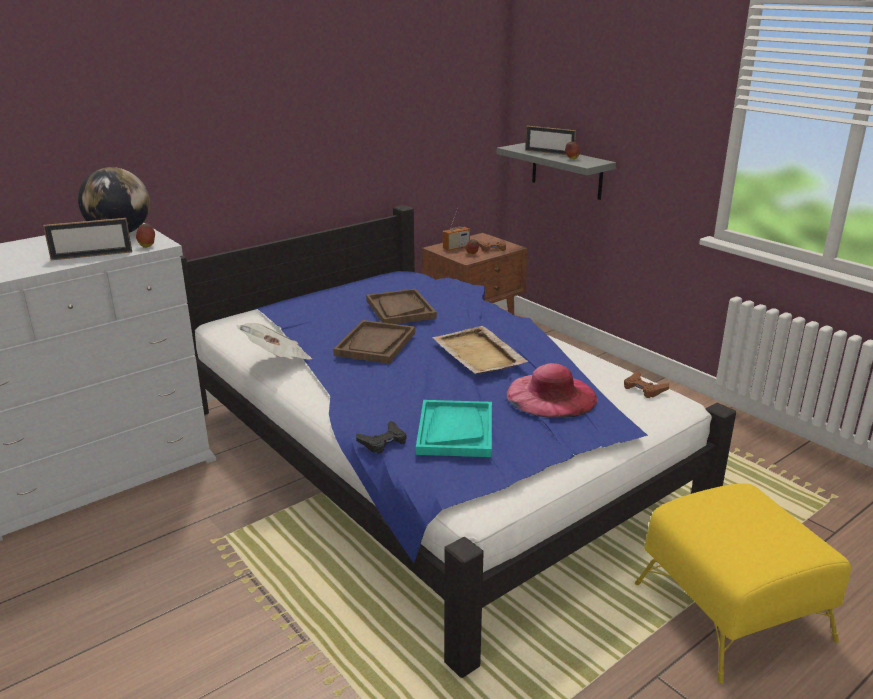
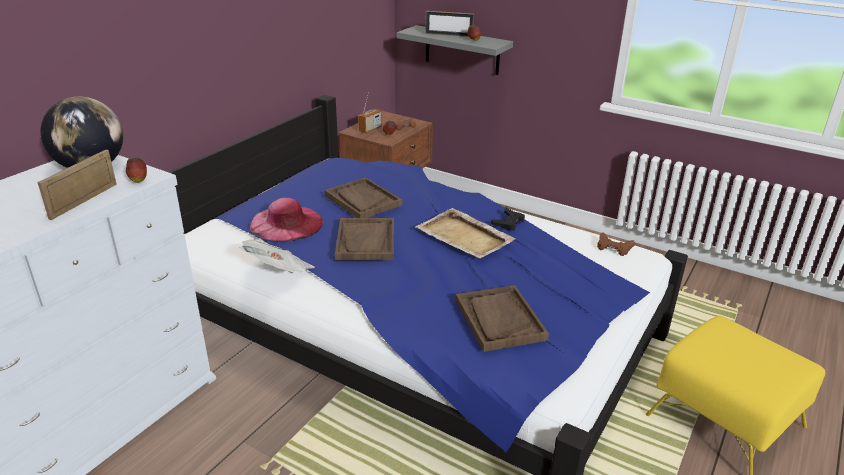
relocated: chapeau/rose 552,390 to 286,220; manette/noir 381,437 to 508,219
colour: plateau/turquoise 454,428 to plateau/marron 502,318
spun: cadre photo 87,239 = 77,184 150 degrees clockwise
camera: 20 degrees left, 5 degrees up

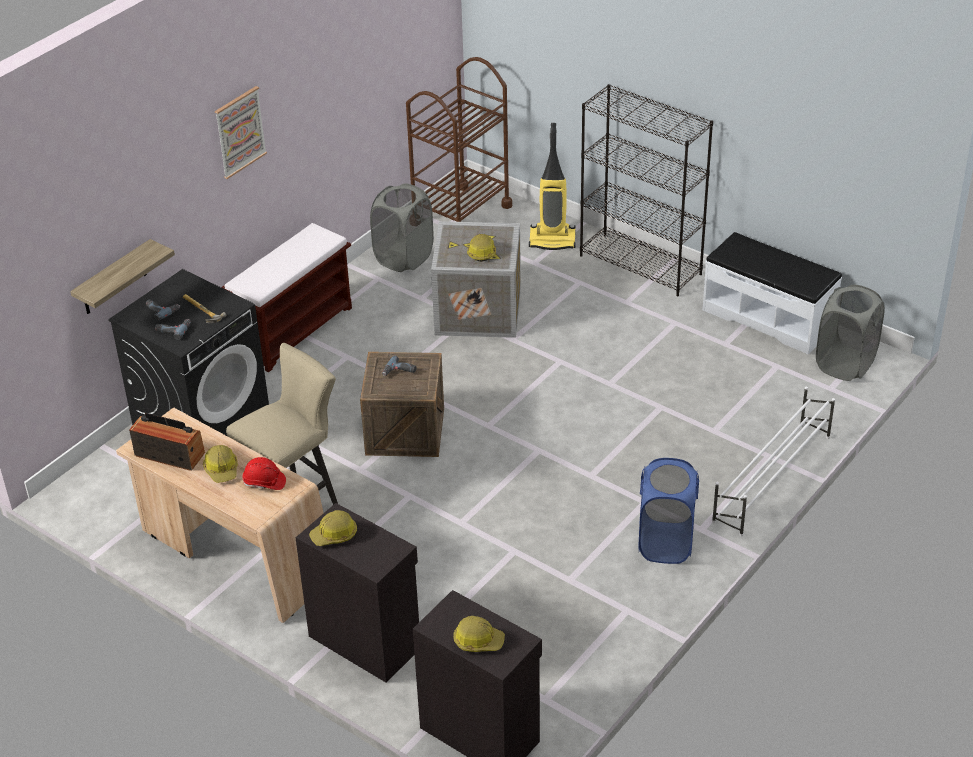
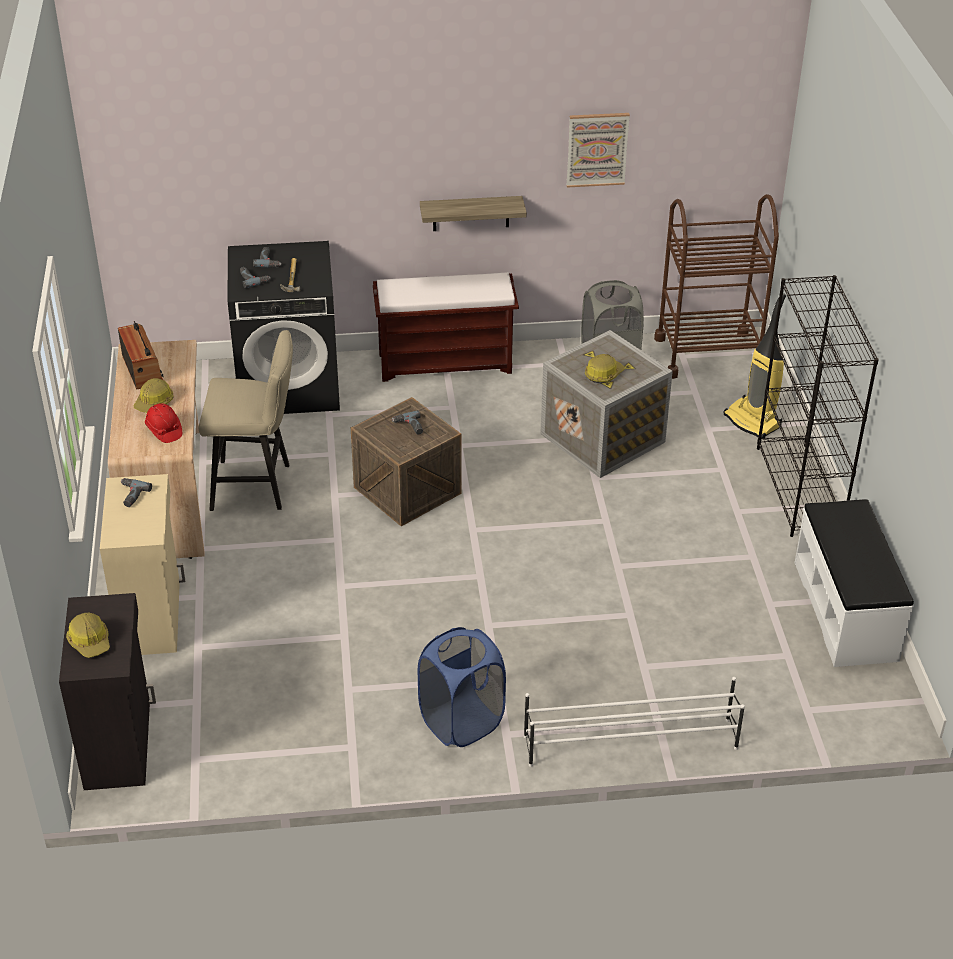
missing: panier à linge/gris 850,333
relocated: tableau 241,132 to 598,150; étagère 122,276 to 473,213
exchanged: casque de chantier 333,528 to perceuse 136,492
colour: meuble de rangement/noir 357,593 to meuble de rangement/beige 142,564
camera: 45 degrees right, 0 degrees up

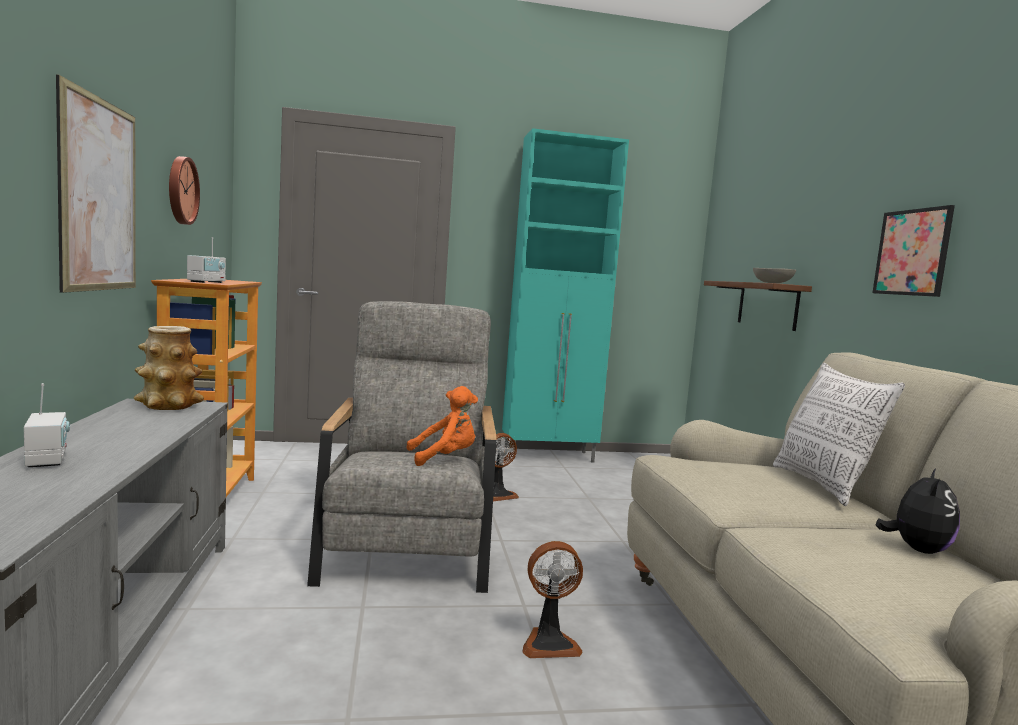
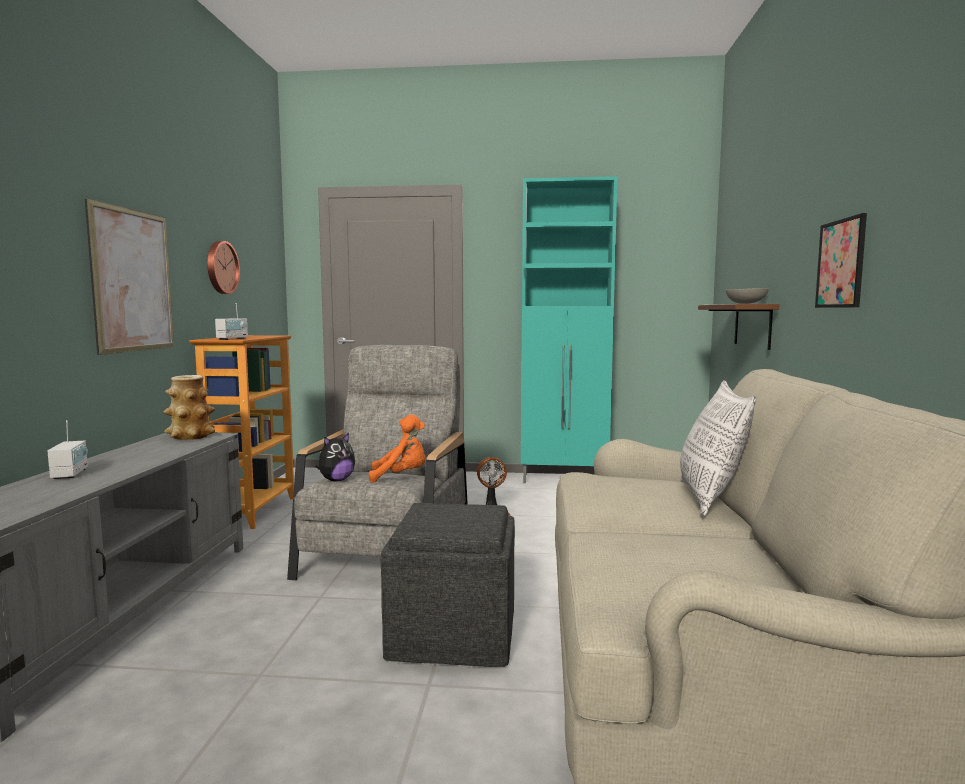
relocated: peluche 918,511 to 335,457
exchanged: ventilateur 552,599 to pouf/gris 448,585
camera: 15 degrees right, 0 degrees up

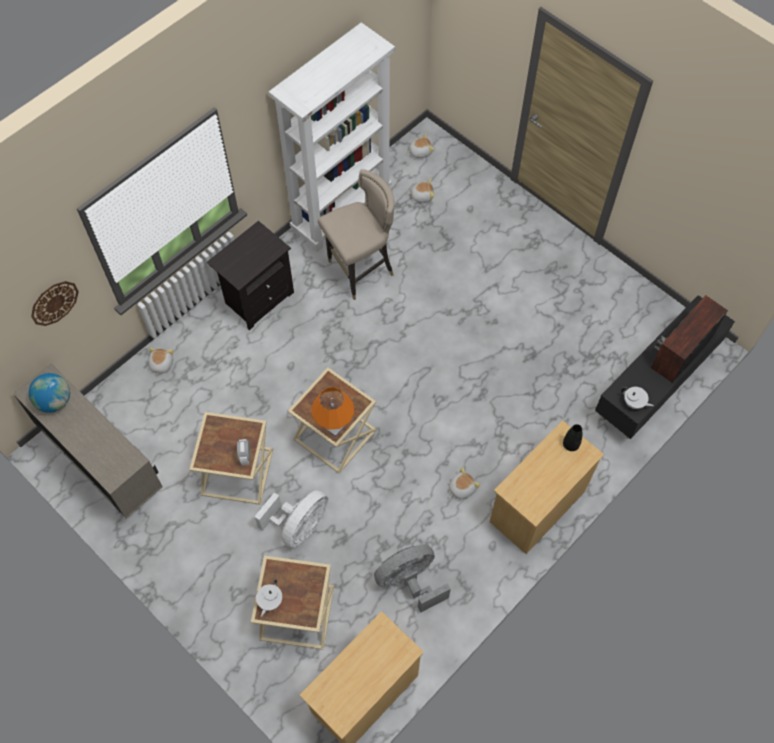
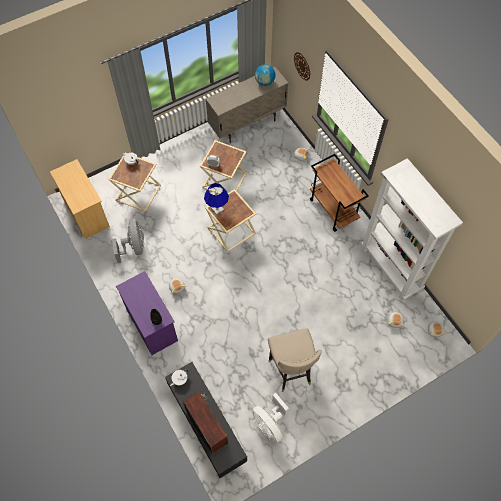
relocated: tabouret/beige 356,234 to 295,360; ventilateur/blanc 291,519 to 270,418
exchanged: table de chevet/noir 250,275 to chariot/marron 339,193
colour: lampe de table/orange 333,412 to lampe de table/bleu 216,199; commode/beige 547,487 to commode/violet 147,313
camera: 105 degrees right, 0 degrees up

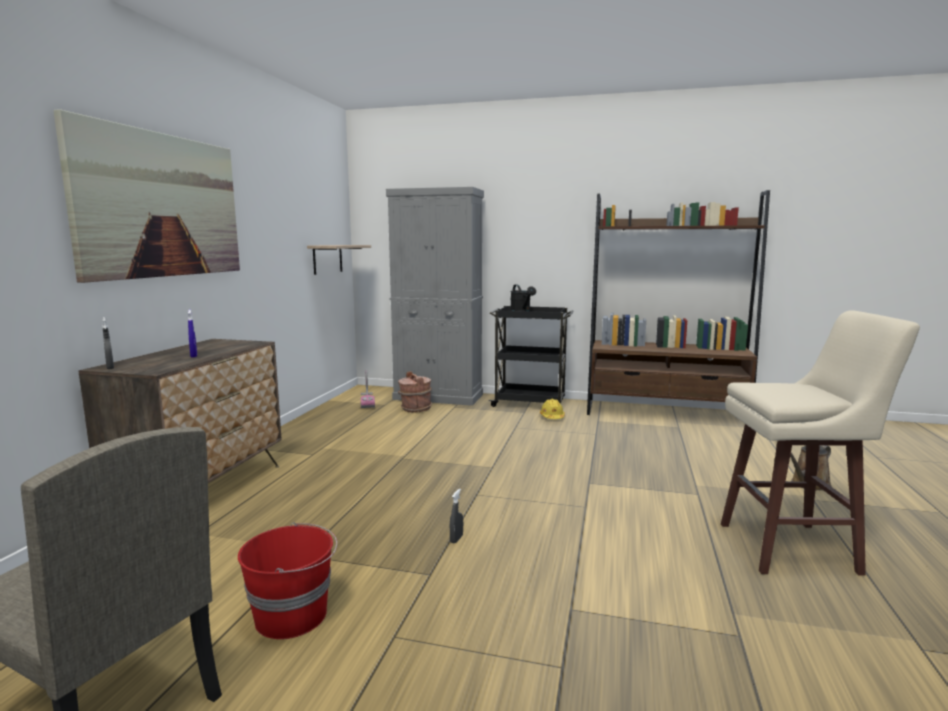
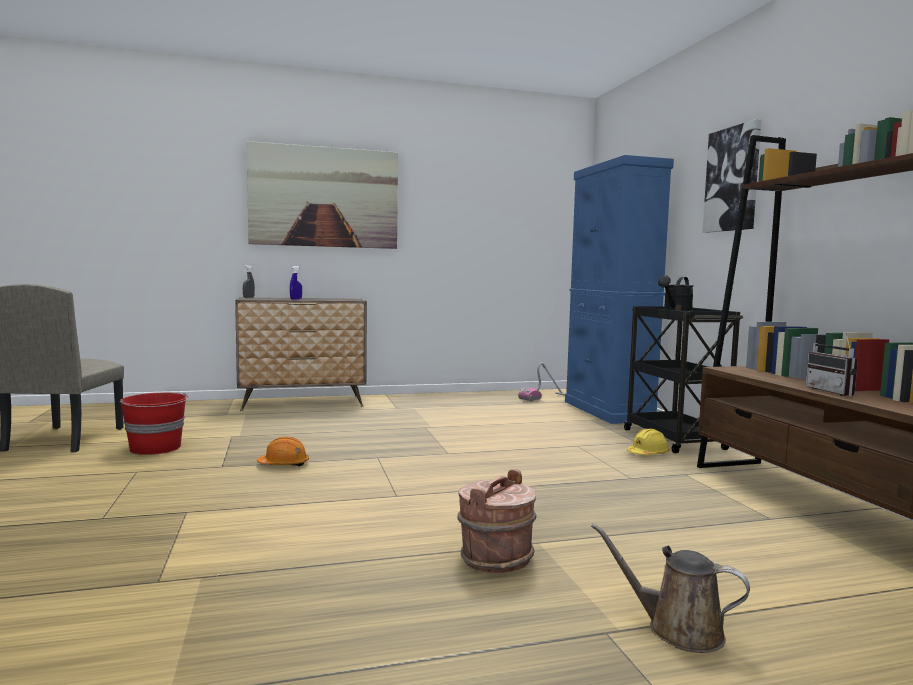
missing: étagère 339,260; tabouret/beige 820,443
appeared: tableau 731,176; radio 832,364
relocated: seau/marron 415,392 to 497,521
exchanged: vaporisateur/gris 456,516 to casque de chantier/orange 283,451
colour: meuble de rangement/gris 435,296 to meuble de rangement/bleu 619,289
camera: 60 degrees right, 5 degrees down

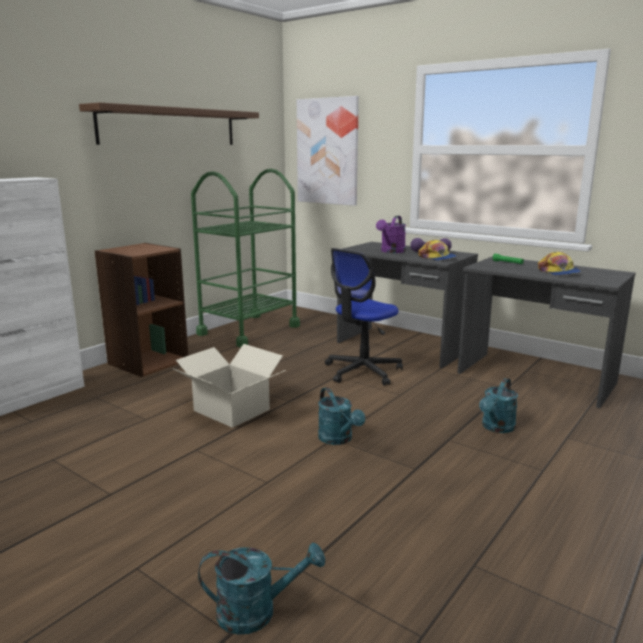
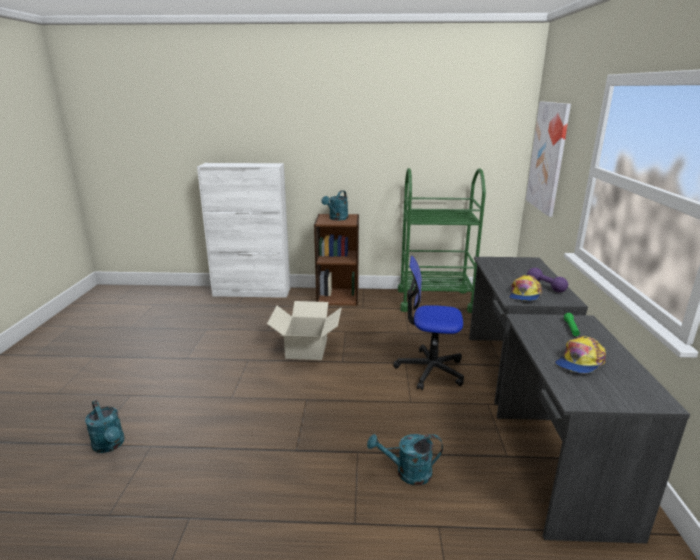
missing: étagère/marron 169,124; arrosoir/violet 391,234
relocated: arrosoir/turquoise 341,416 to 334,205
camera: 55 degrees right, 5 degrees up

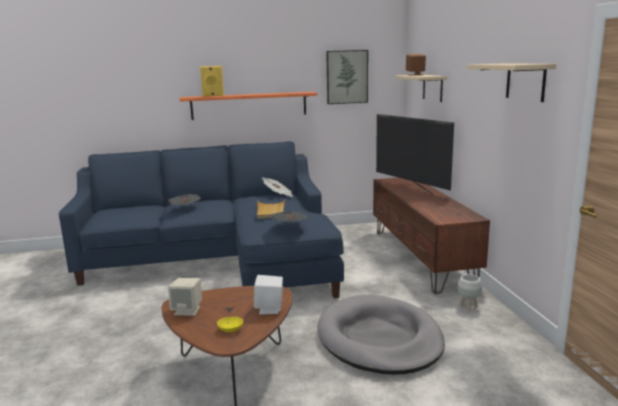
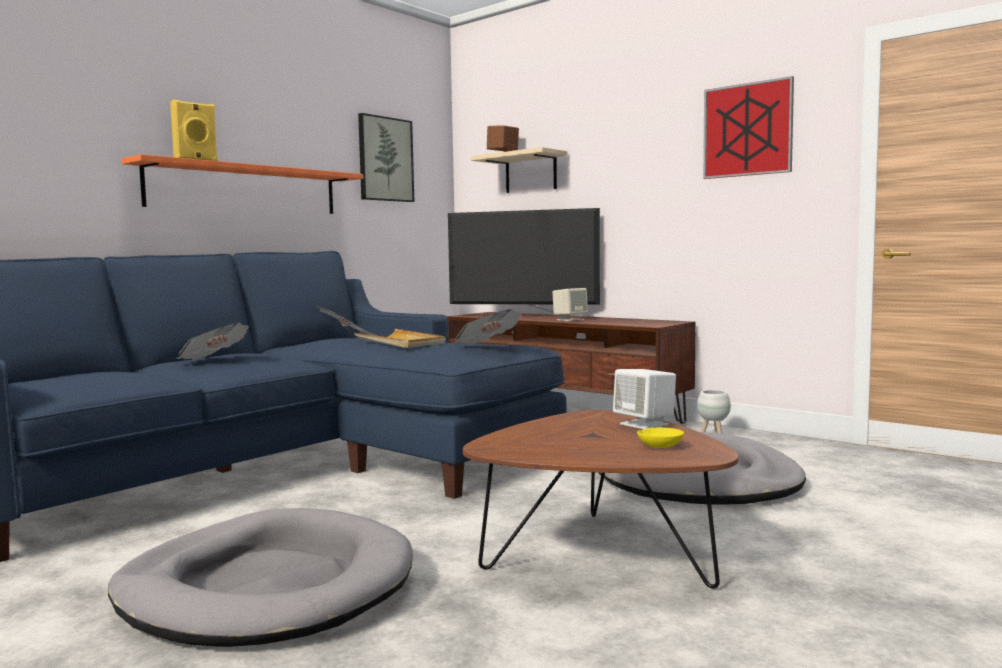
appeared: panier pour chien/gris 260,577
relocated: enceinte/beige 185,297 to 570,304
exchanged: étagère/beige 511,82 to tableau 748,127
camera: 40 degrees left, 10 degrees down

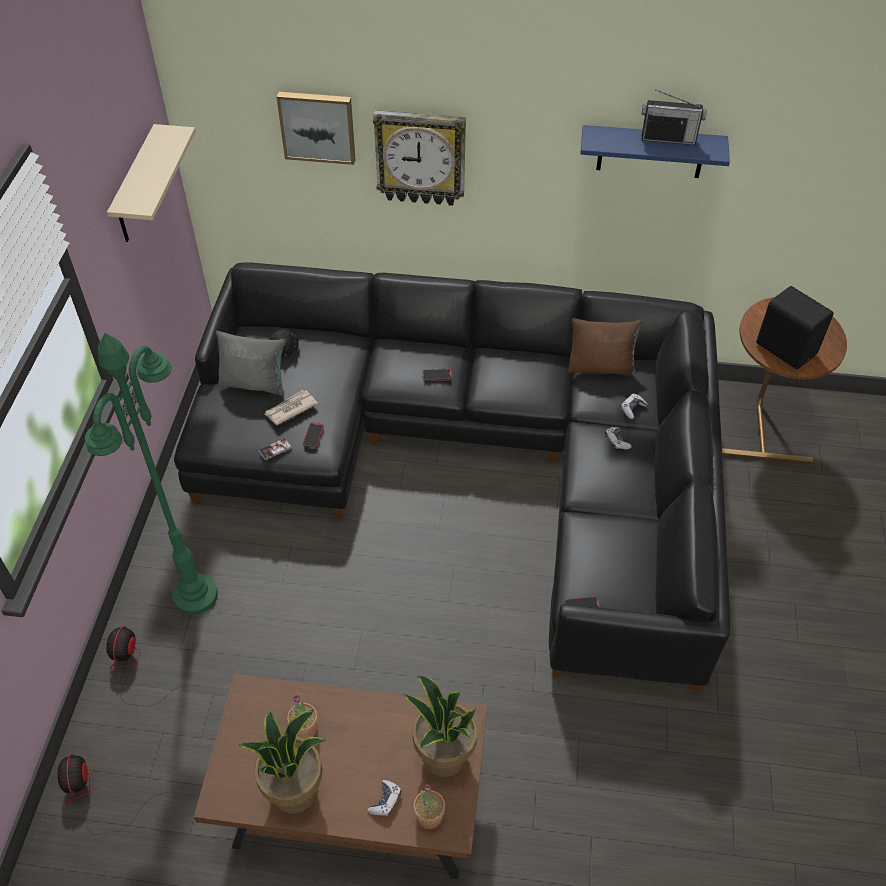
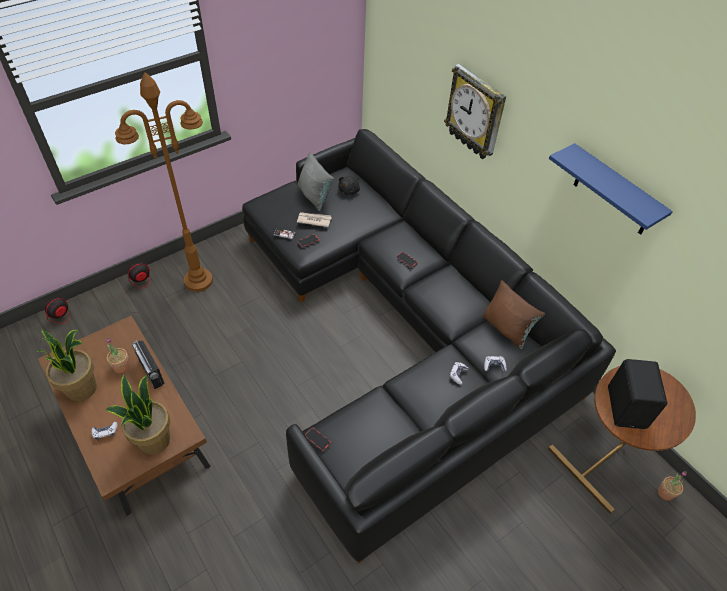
missing: tableau 316,128; étagère/beige 151,183
relocated: radio 674,117 to 148,363; plante en pot 429,806 to 672,486
colour: lampadaire/vert 151,474 to lampadaire/marron 164,182
camera: 45 degrees right, 0 degrees up

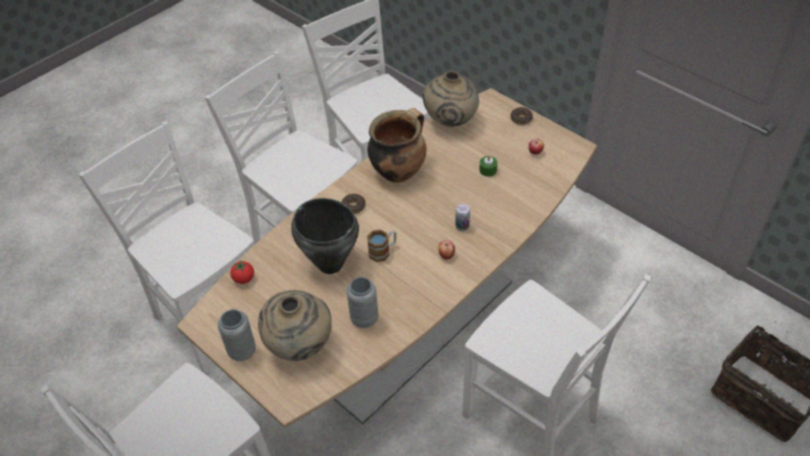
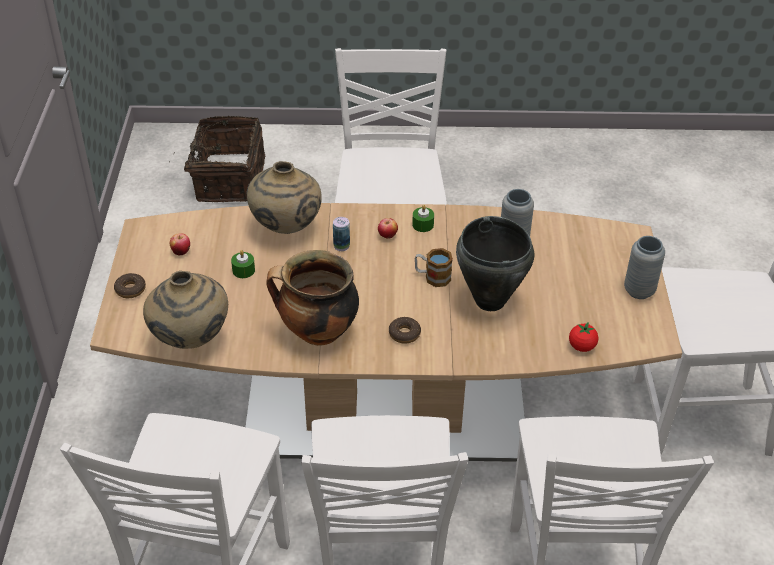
appeared: bougie/vert 423,218
relocated: vase/beige 295,325 to 284,197
camera: 135 degrees left, 5 degrees down

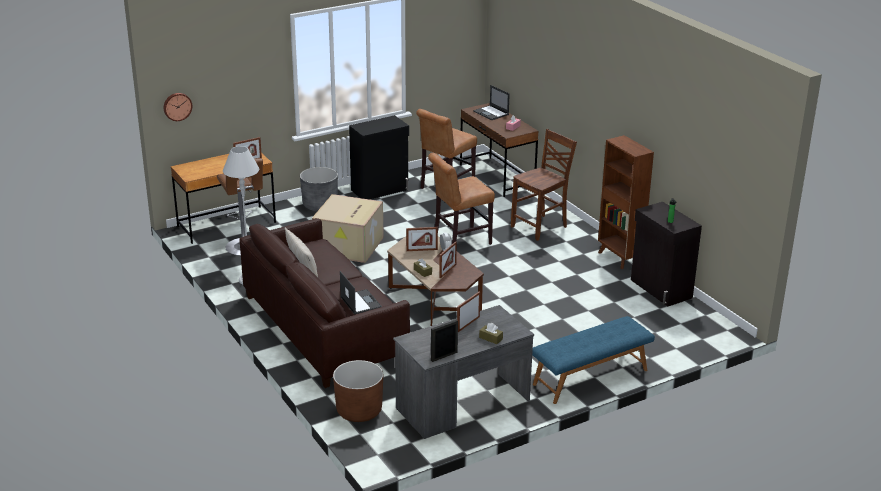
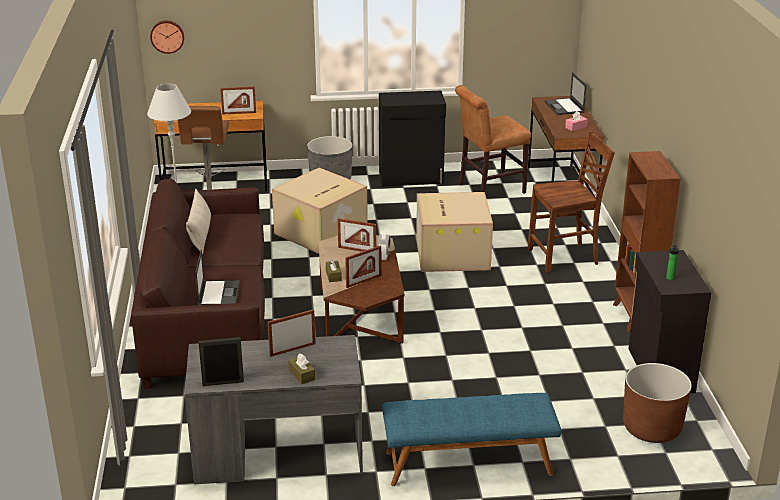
relocated: cache-pot/marron 358,391 to 657,403
exchanged: chaise/marron 461,199 to carton 454,232
camera: 25 degrees right, 0 degrees up

